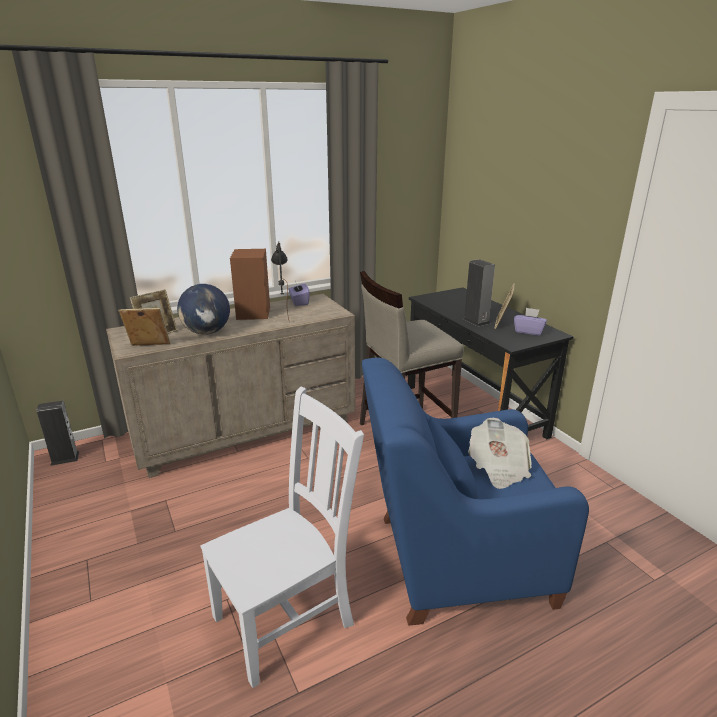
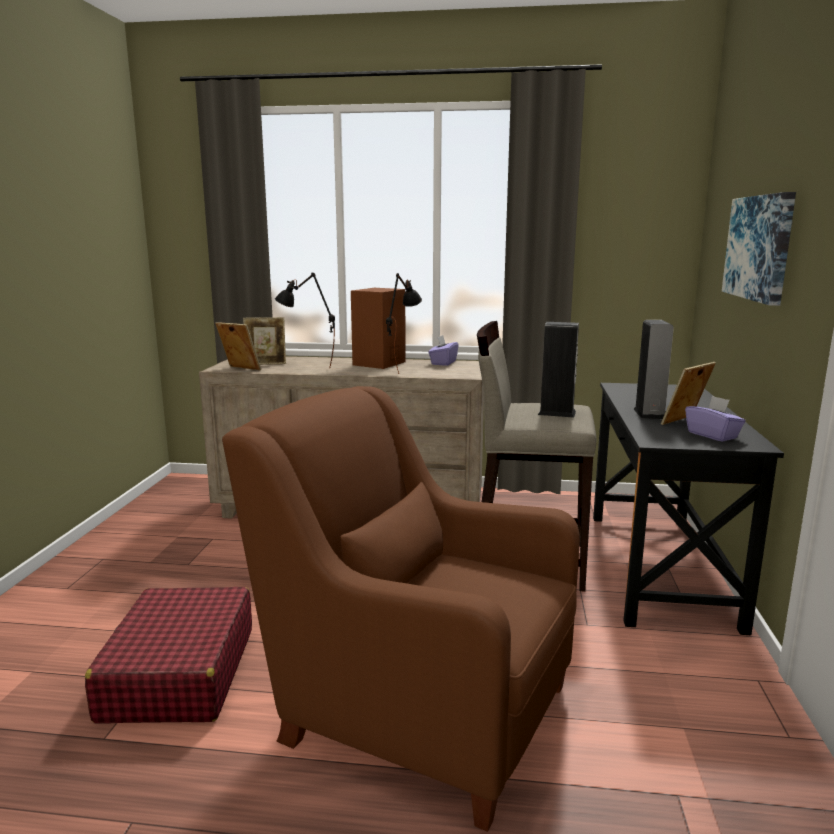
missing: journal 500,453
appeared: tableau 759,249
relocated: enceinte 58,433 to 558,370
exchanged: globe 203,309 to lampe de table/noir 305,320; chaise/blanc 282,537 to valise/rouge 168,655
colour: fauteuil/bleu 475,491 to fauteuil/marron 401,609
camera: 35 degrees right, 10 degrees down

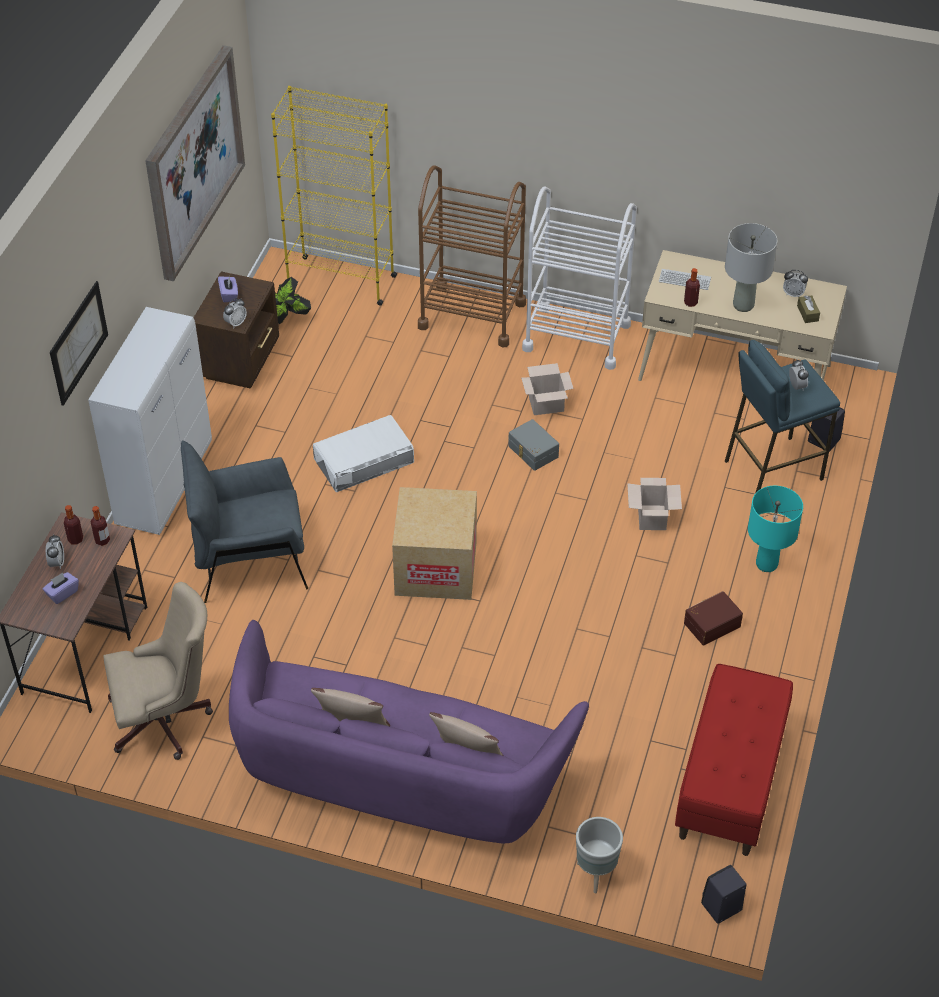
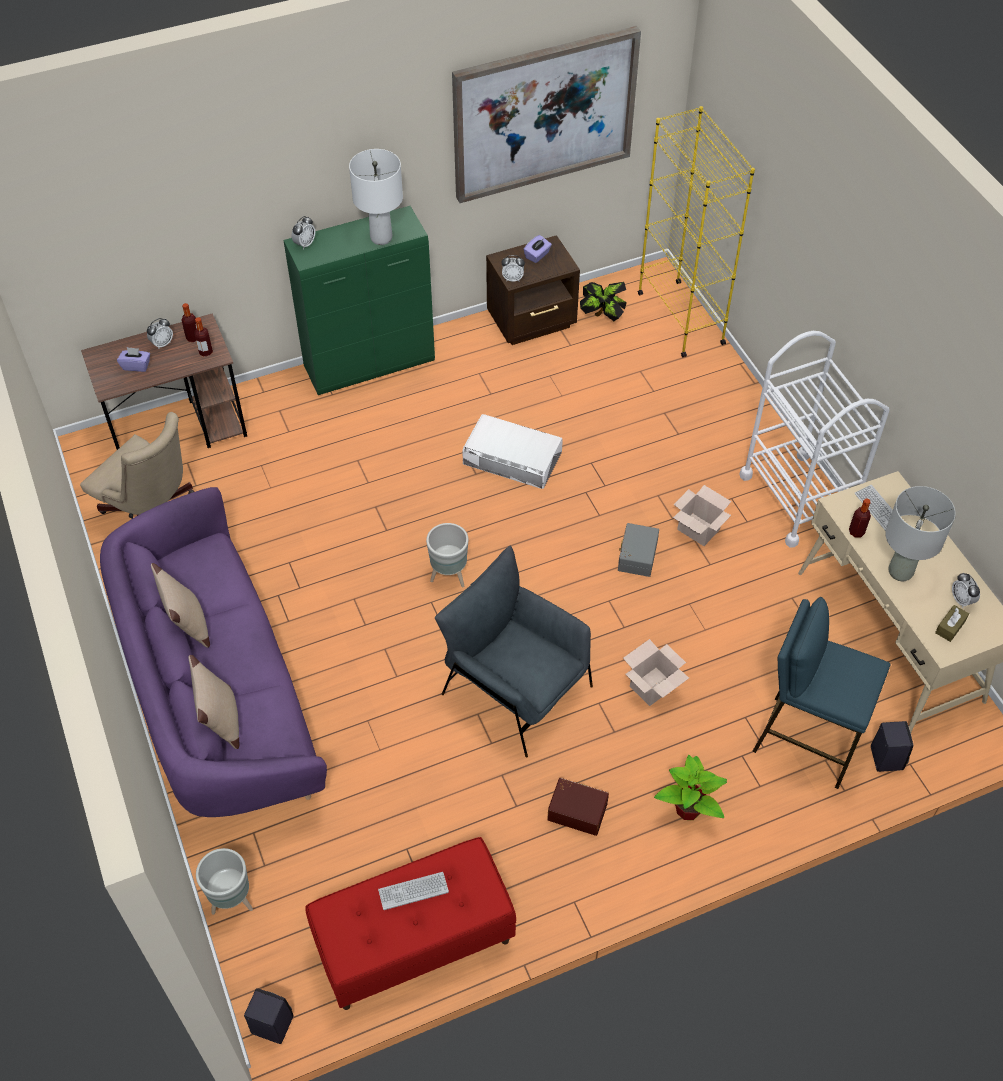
missing: chariot/marron 472,256; tableau 79,343
appeared: lampe de table/blanc 376,197; clavier 413,891
relocated: réveil 799,375 to 303,233; fauteuil/gris 244,521 to 514,651
exchanged: lampe de table/turquoise 775,529 to plante en pot 690,787; carton 434,543 to cache-pot/gris 447,555
colour: meuble de rangement/blanc 150,421 to meuble de rangement/vert 359,300
camera: 50 degrees right, 5 degrees up

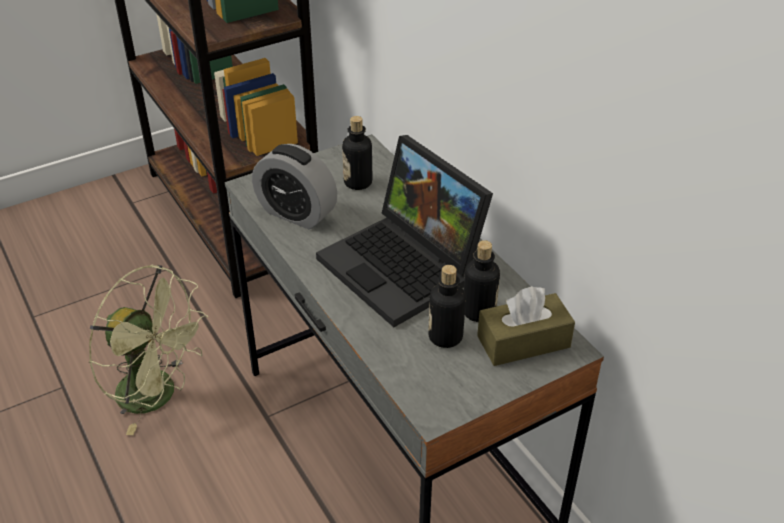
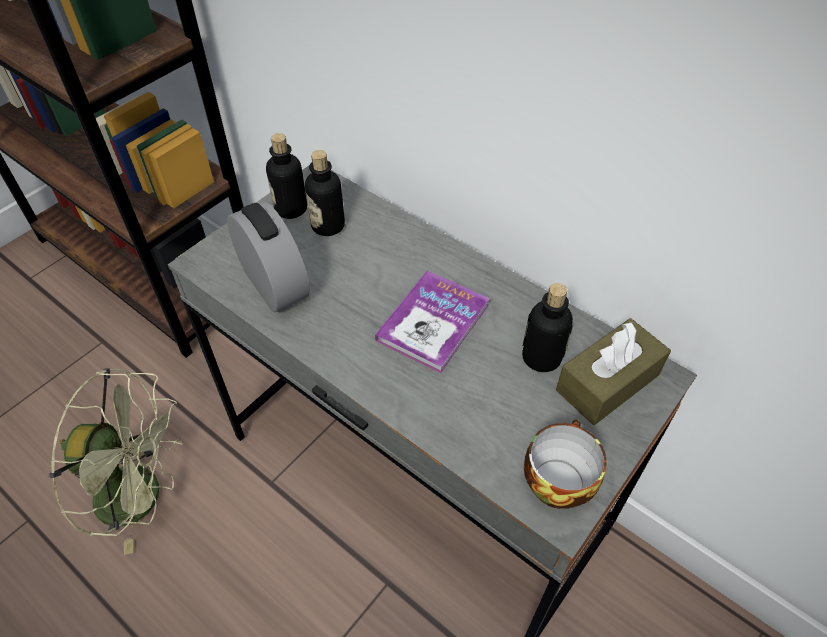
appeared: tasse 565,464
relocated: bouteille 447,306 to 286,176
exchanged: ordinateur portable 404,231 to livre 432,322
spun: réveil 294,186 = 268,256 135 degrees counterclockwise
camera: 20 degrees left, 10 degrees up

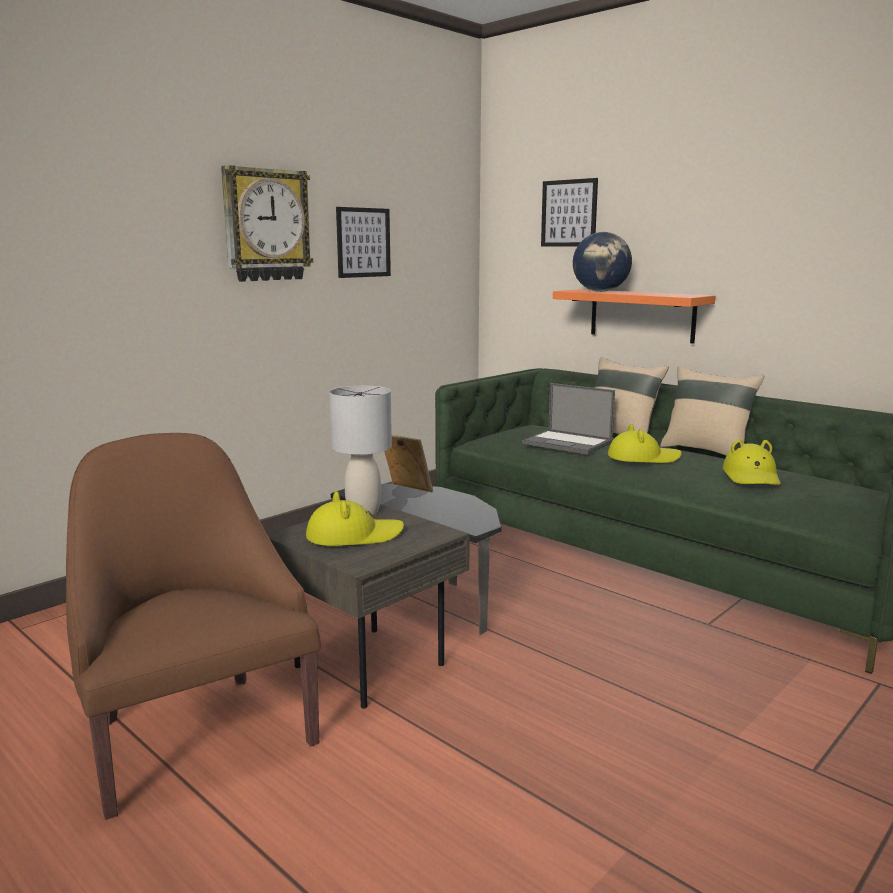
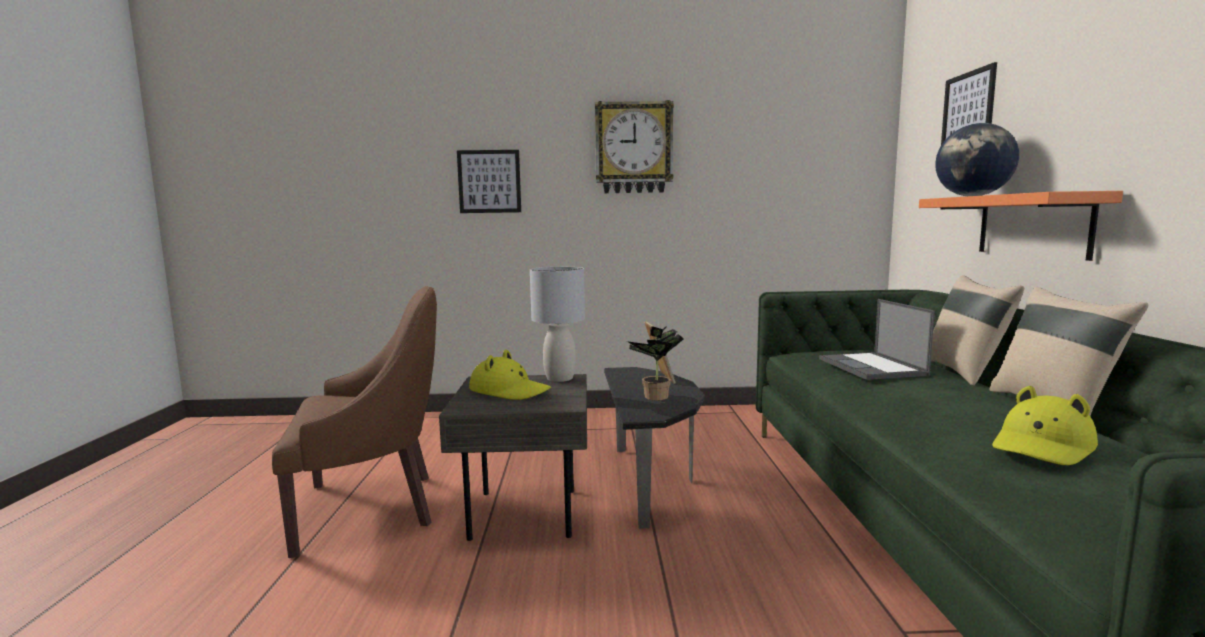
missing: chapeau/jaune 645,443
appeared: plante en pot 655,363
relocated: tableau 363,242 to 489,181
spun: fauteuil/marron 193,626 = 354,422 60 degrees clockwise
camera: 45 degrees right, 5 degrees down

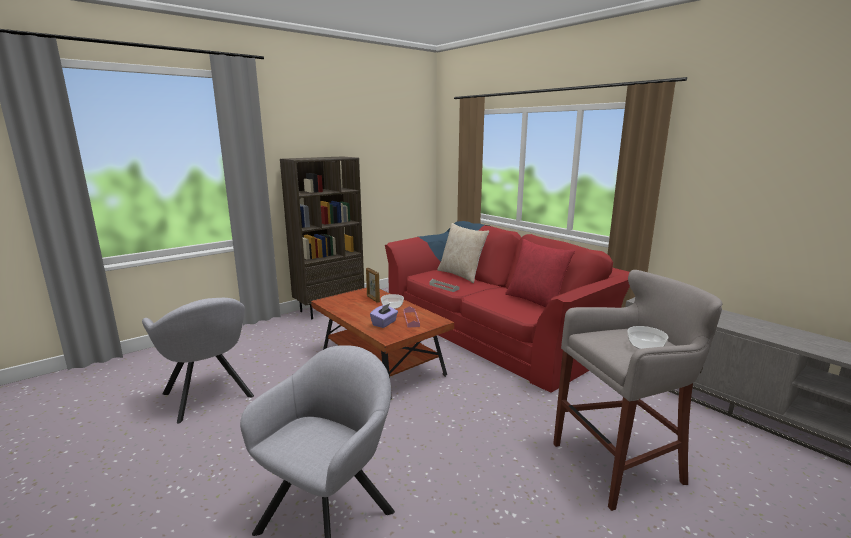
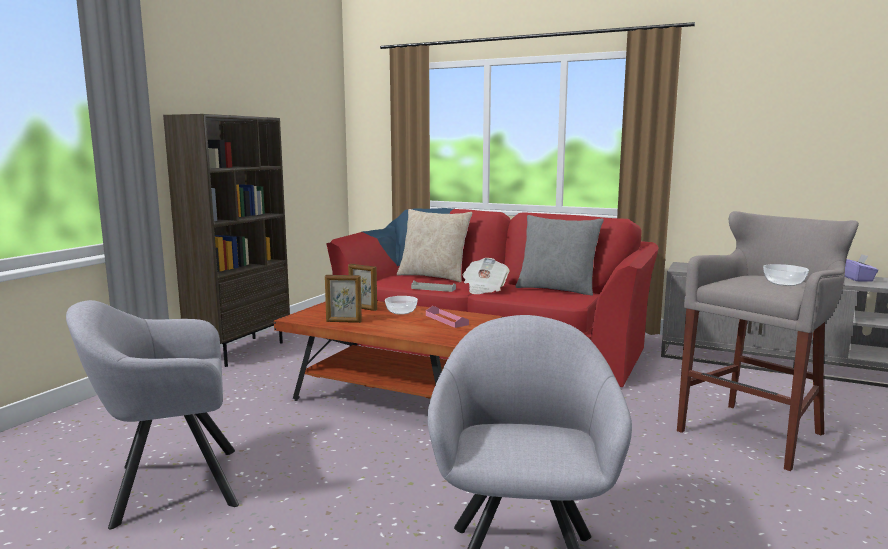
appeared: journal 486,276; cadre photo 343,299
relocated: boîte à mouchoirs/violet 384,315 to 862,268
colour: coussin/rouge 540,273 to coussin/gris 560,255
spun: fauteuil/gris 198,361 = 152,414 135 degrees clockwise
camera: 25 degrees left, 5 degrees down

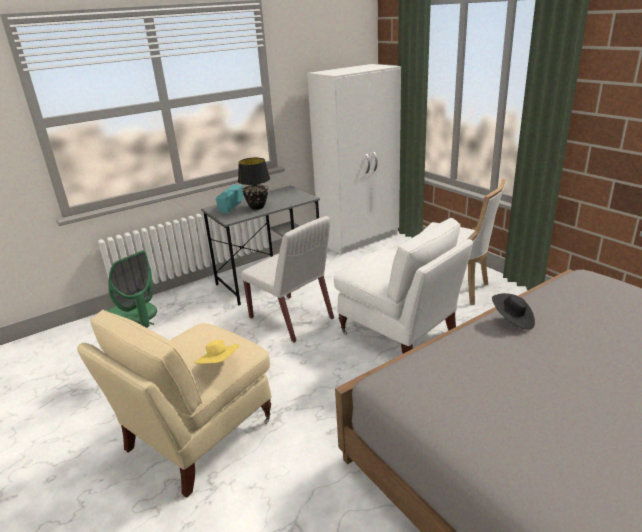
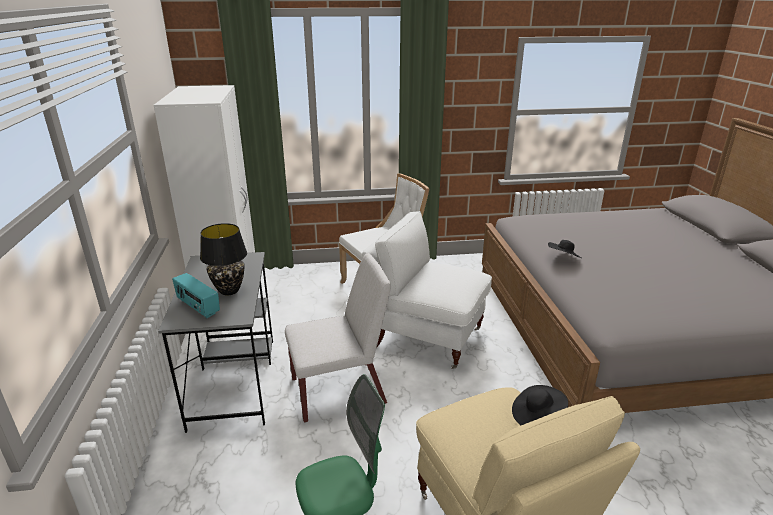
colour: chapeau/jaune 216,352 to chapeau/noir 540,405
spun: fauteuil/blanc 403,286 = 427,290 135 degrees counterclockwise
camera: 65 degrees left, 0 degrees up

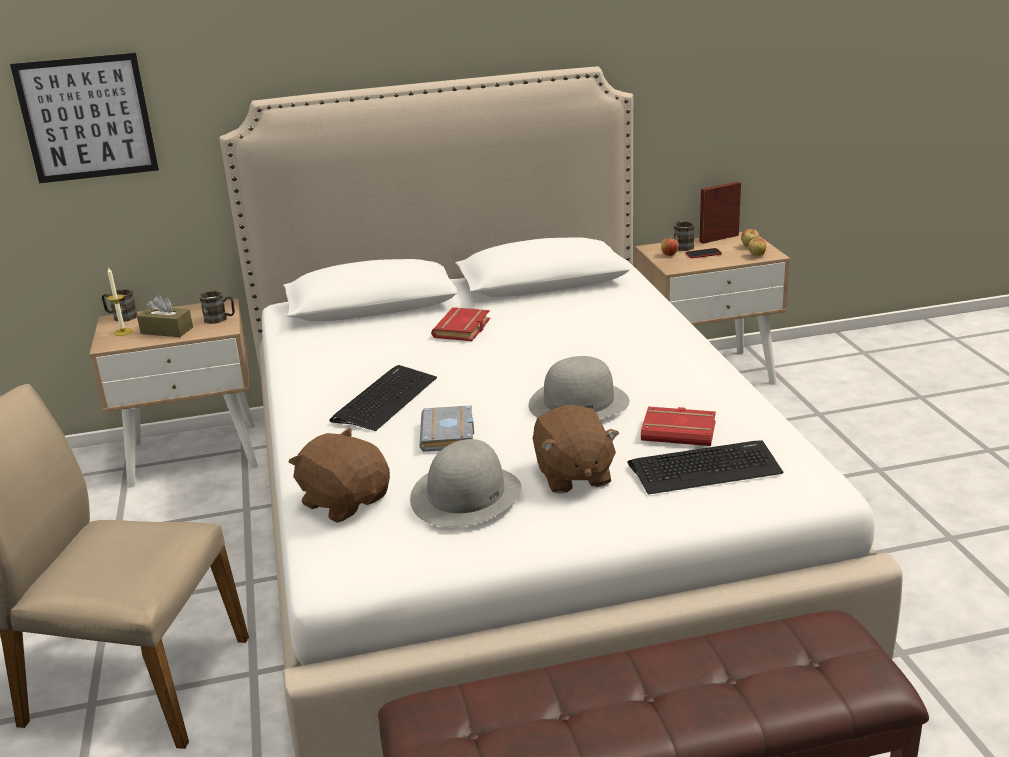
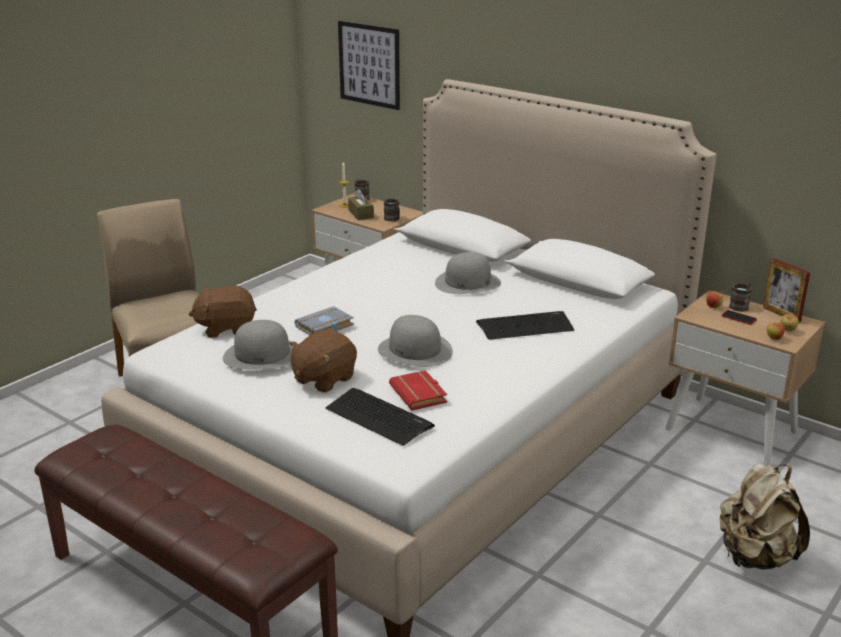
appeared: sac à dos/beige 765,516
relocated: clavier 383,398 to 525,325
exchanged: livre/rouge 460,324 to chapeau/gris 468,273
spun: cadre photo 720,213 = 787,290 150 degrees counterclockwise; peluche/marron 339,475 = 223,312 105 degrees counterclockwise
camera: 50 degrees right, 0 degrees up

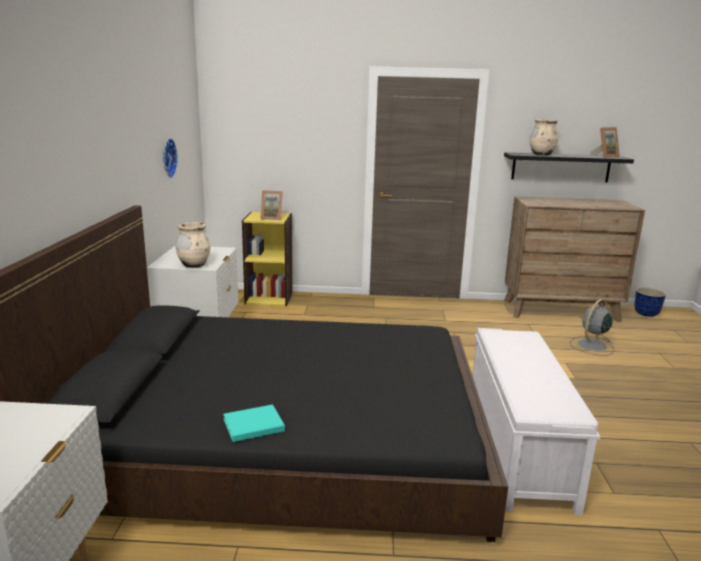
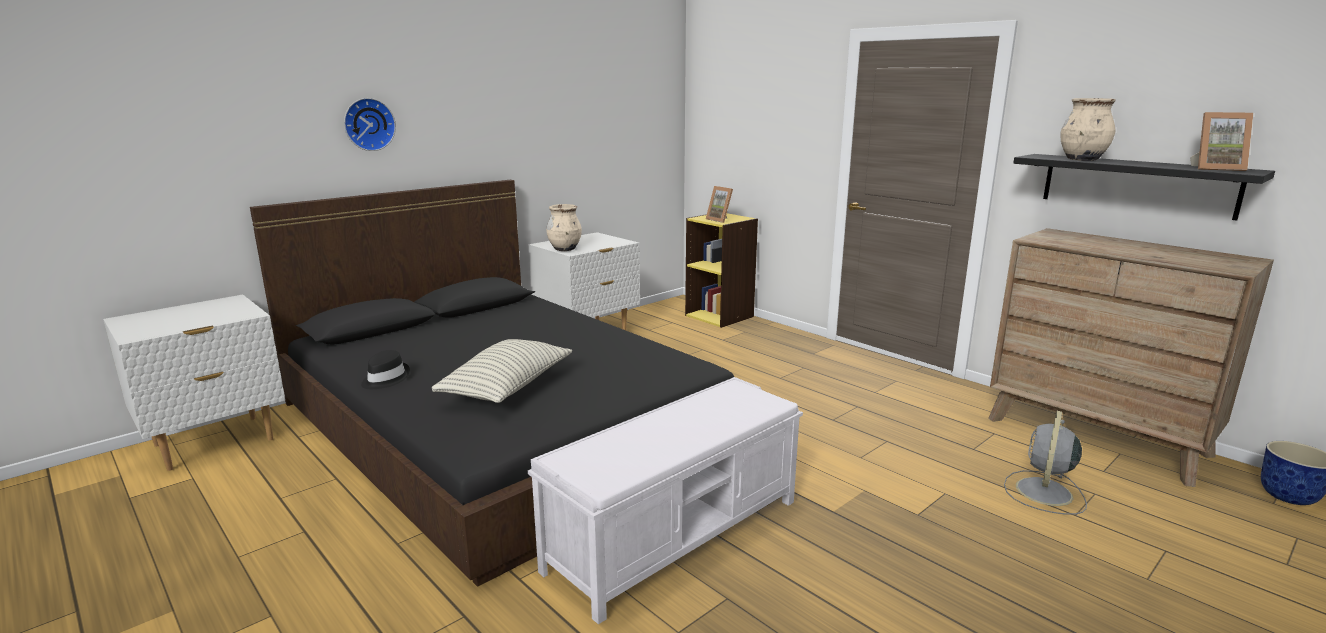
appeared: coussin 502,371
relocated: horloge murale 170,158 to 370,124
exchanged: livre/turquoise 254,423 to chapeau/noir 385,369
spun: ventilateur/gris 592,327 = 1045,463 60 degrees counterclockwise
camera: 45 degrees right, 0 degrees up

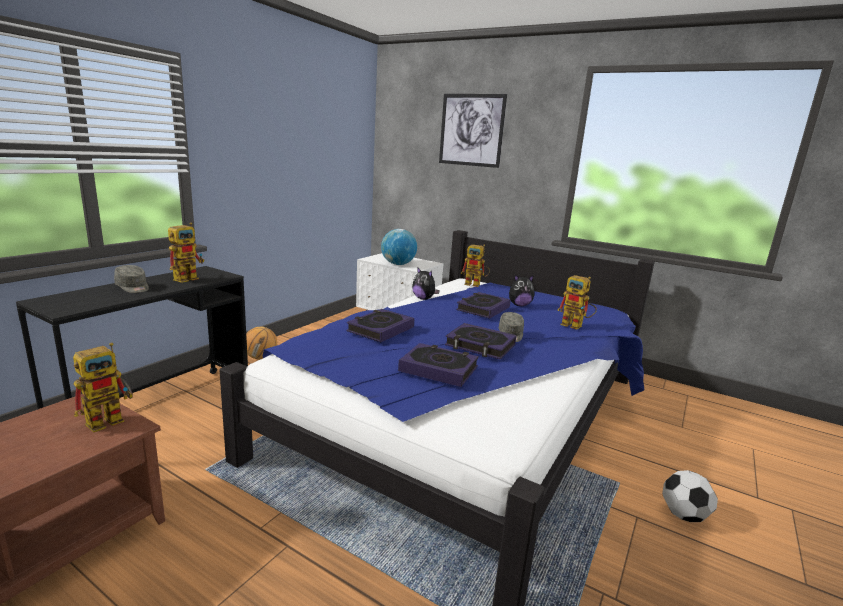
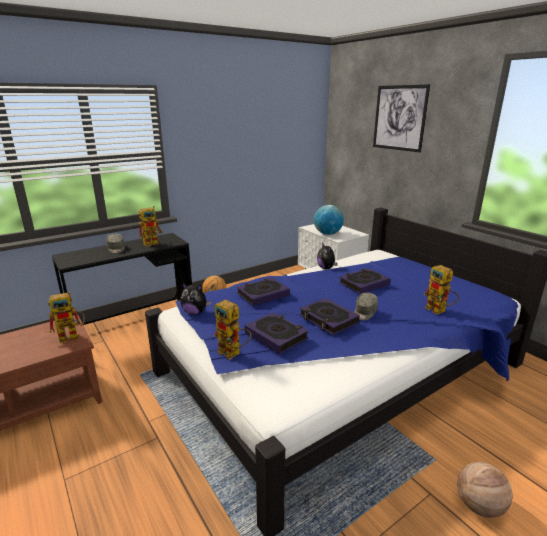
relocated: robot jouet 475,266 to 232,329; peluche 521,290 to 195,299
exchanged: ballon de foot 690,496 to ballon de basket 485,490
camera: 25 degrees right, 5 degrees up

